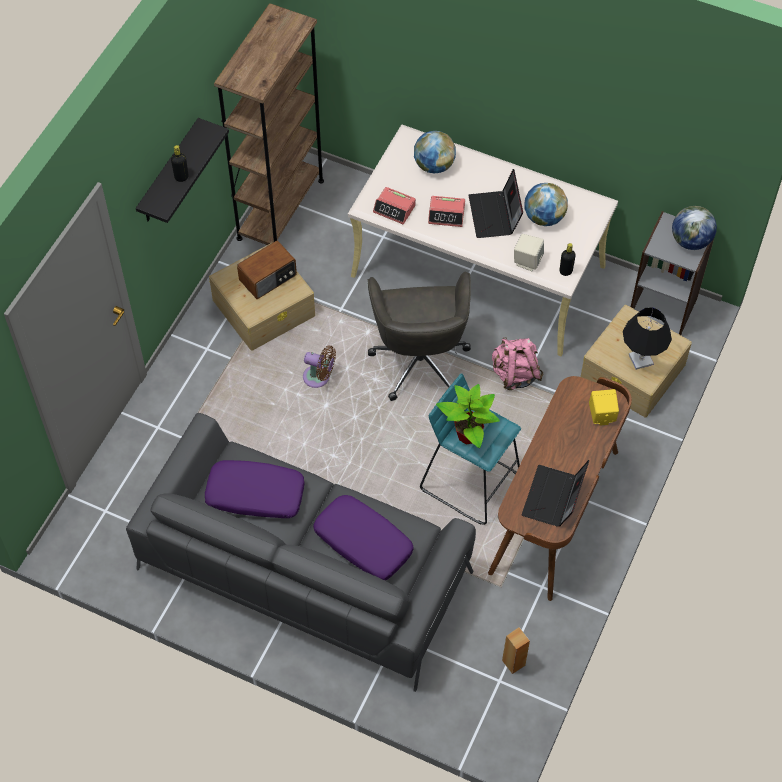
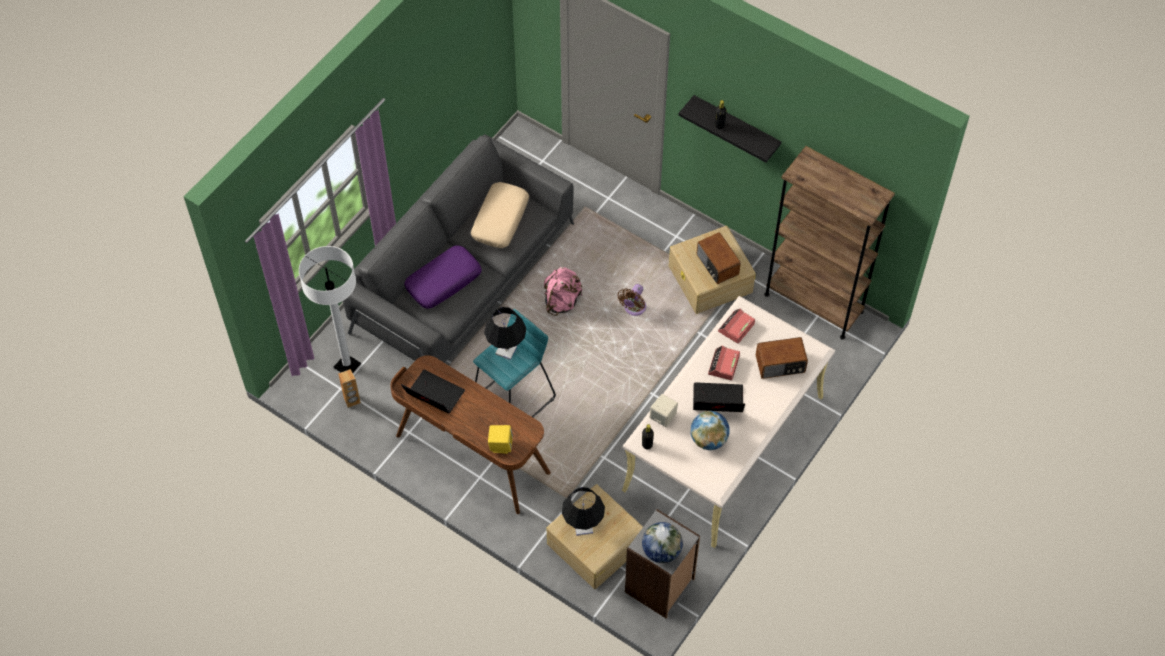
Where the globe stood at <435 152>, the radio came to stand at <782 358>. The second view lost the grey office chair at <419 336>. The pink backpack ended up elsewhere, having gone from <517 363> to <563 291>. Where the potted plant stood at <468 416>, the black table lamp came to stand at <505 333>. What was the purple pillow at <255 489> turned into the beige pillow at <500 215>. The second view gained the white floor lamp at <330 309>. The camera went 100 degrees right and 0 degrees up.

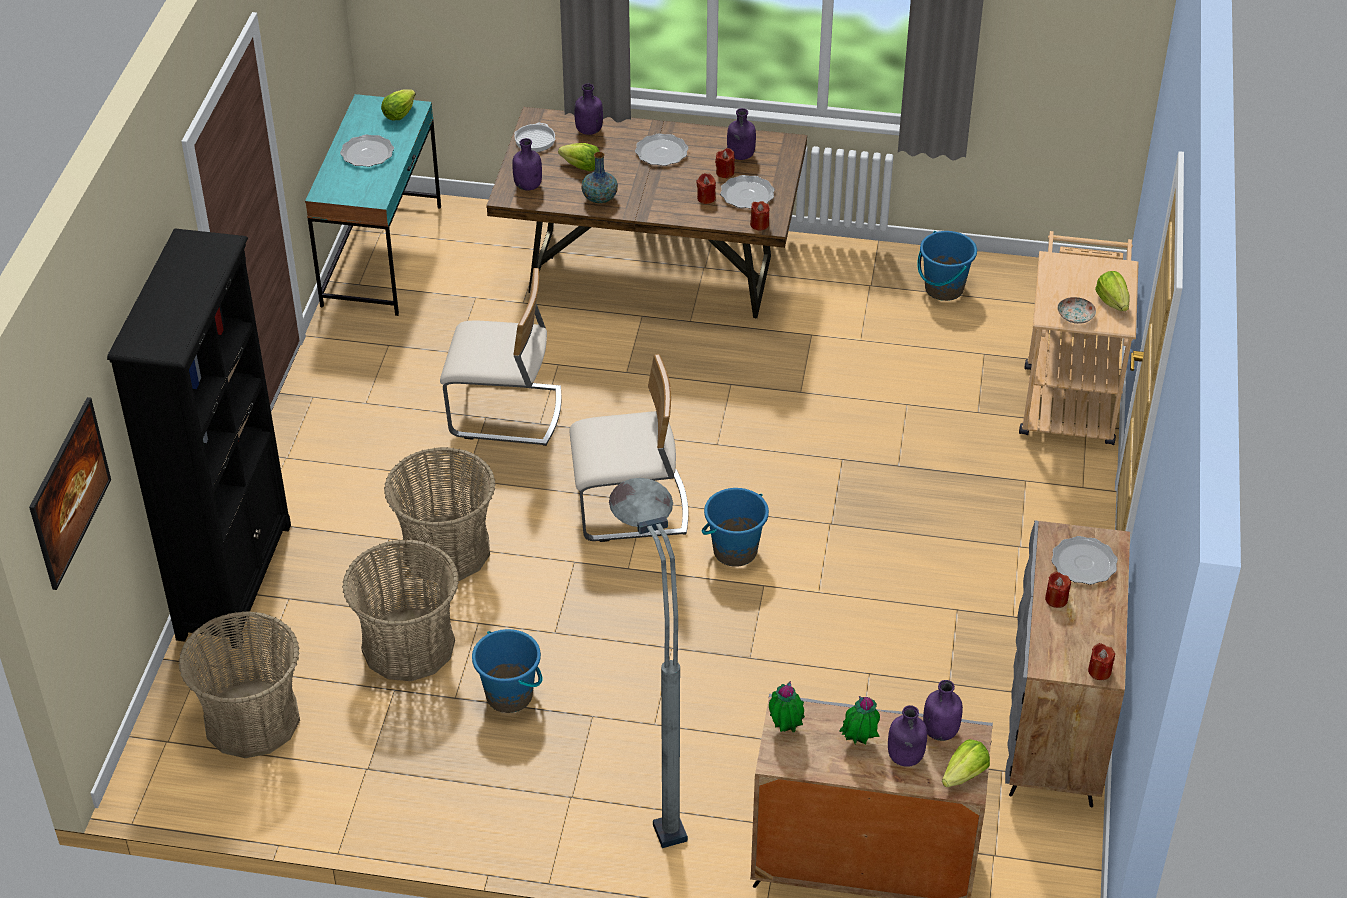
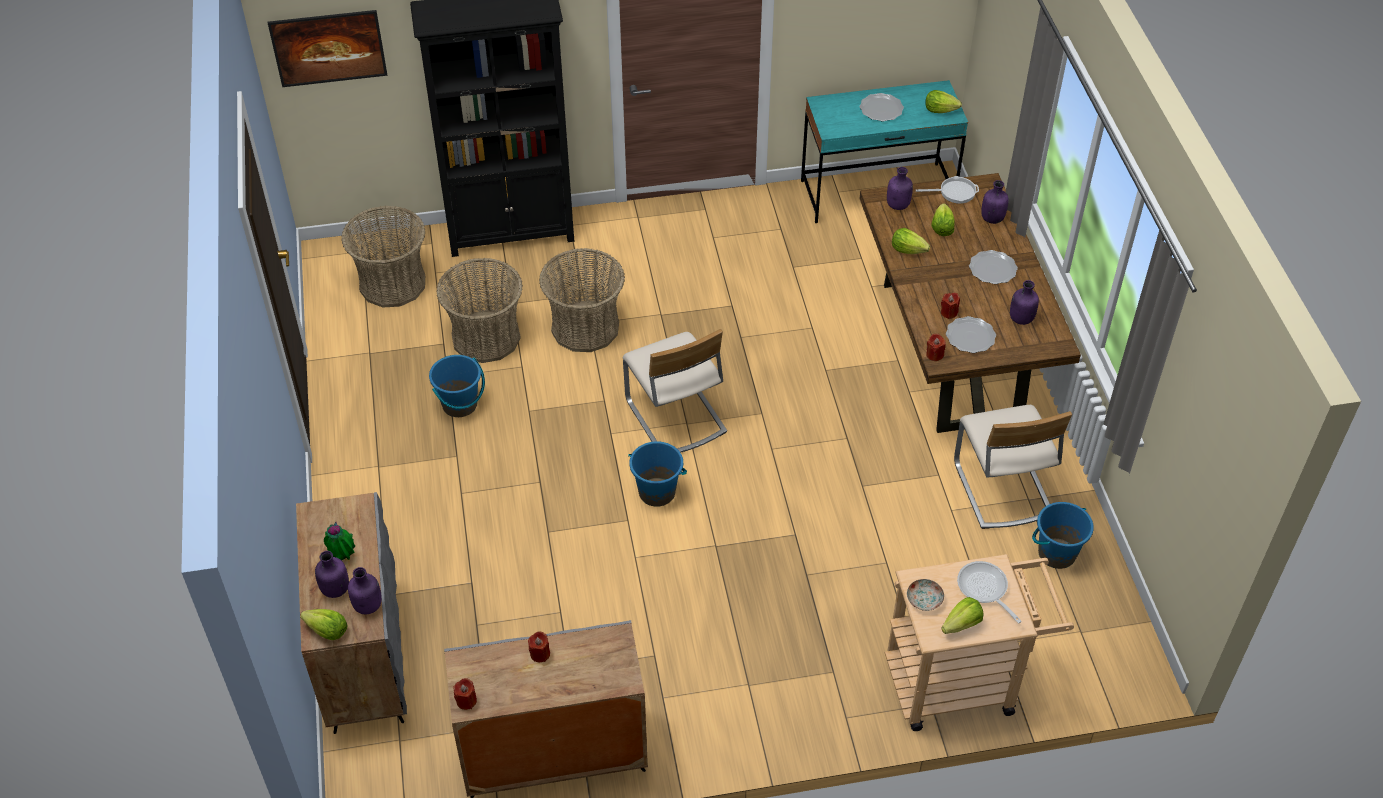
The second view lost the red candle at <725 163>. Where the vase stood at <599 178>, the lettuce came to stand at <911 241>. The beige chair ended up elsewhere, having gone from <500 357> to <1013 467>. The second view lost the grey floor lamp at <648 663>. The second view lost the plate at <1085 560>. The second view lost the potted plant at <787 706>. The second view gained the frying pan at <989 592>. The camera went 70 degrees right and 5 degrees up.

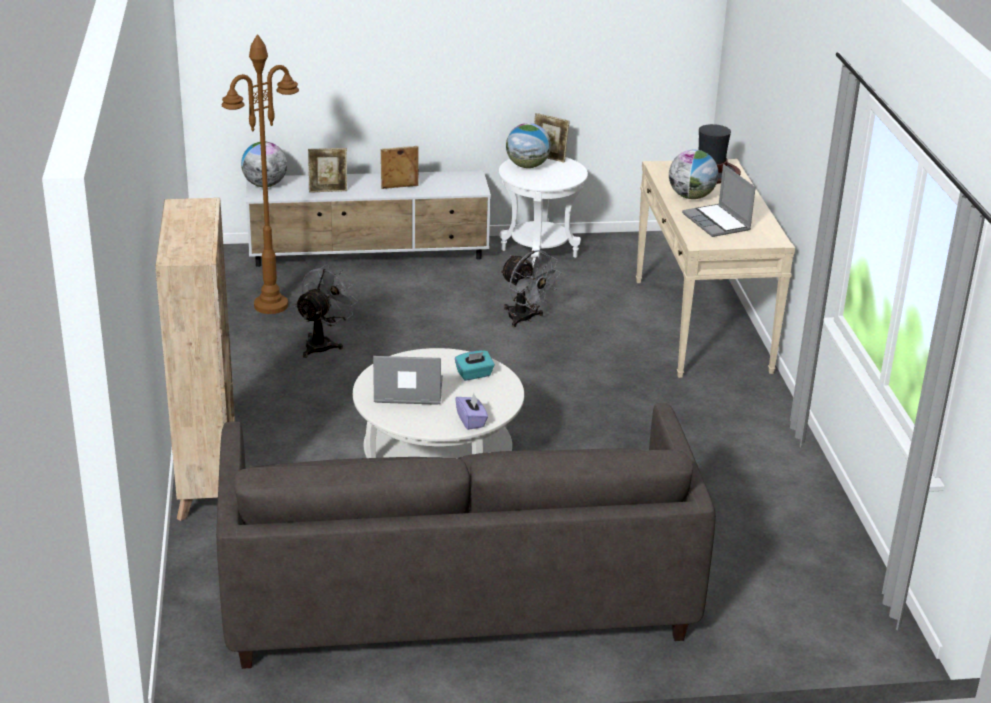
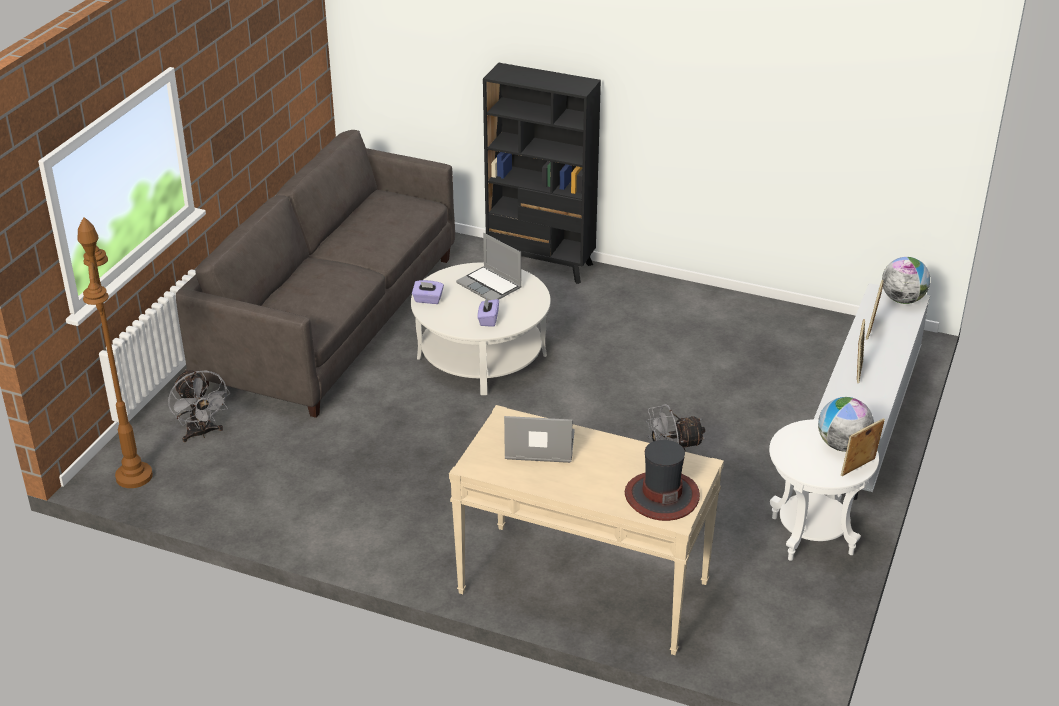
The brown floor lamp ended up elsewhere, having gone from <260 174> to <115 352>. The second view lost the globe at <694 174>. What was the beige bookcase at <195 359> turned into the black bookcase at <542 173>. The grey fan ended up elsewhere, having gone from <326 311> to <199 405>. What was the turquoise tissue box at <475 365> turned into the purple tissue box at <488 312>. The laptop at <408 380> ended up facing another way, 105 degrees clockwise from before. The camera went 120 degrees right and 5 degrees up.

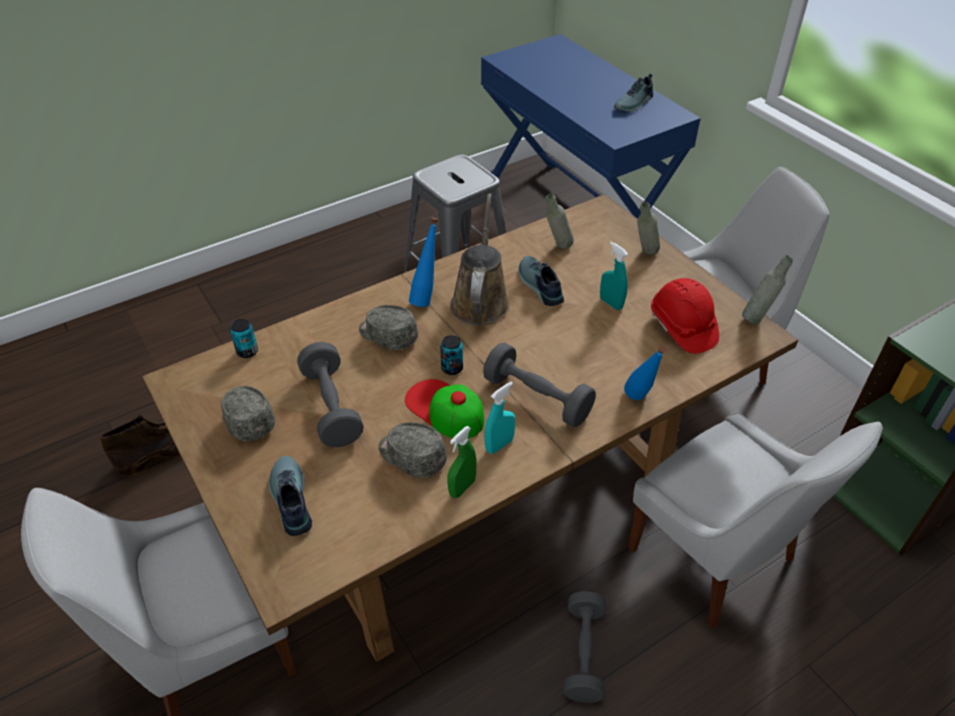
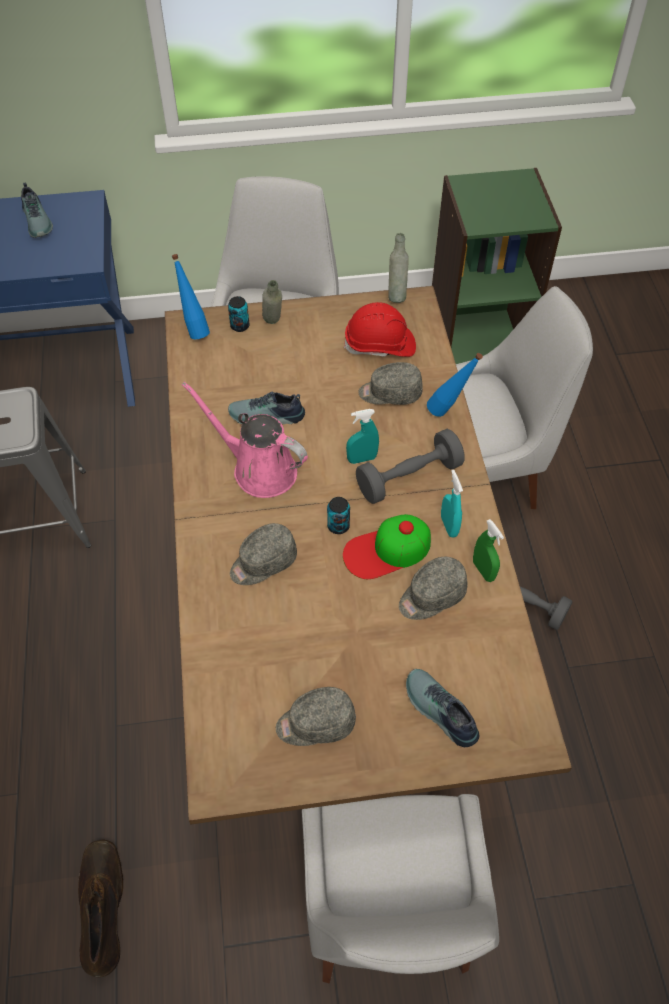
The second view lost the grey bottle at <560 221>. What was the brown watering can at <480 260> turned into the pink watering can at <245 439>. The blue bottle ended up elsewhere, having gone from <423 262> to <191 296>. The turquoise spray bottle ended up elsewhere, having gone from <614 276> to <362 436>. The can ended up elsewhere, having gone from <244 338> to <238 314>. The second view lost the grey dumbbell at <330 394>. The shoe at <290 496> ended up facing another way, 45 degrees clockwise from before. The second view gained the grey cap at <390 383>. The camera went 65 degrees left and 10 degrees up.

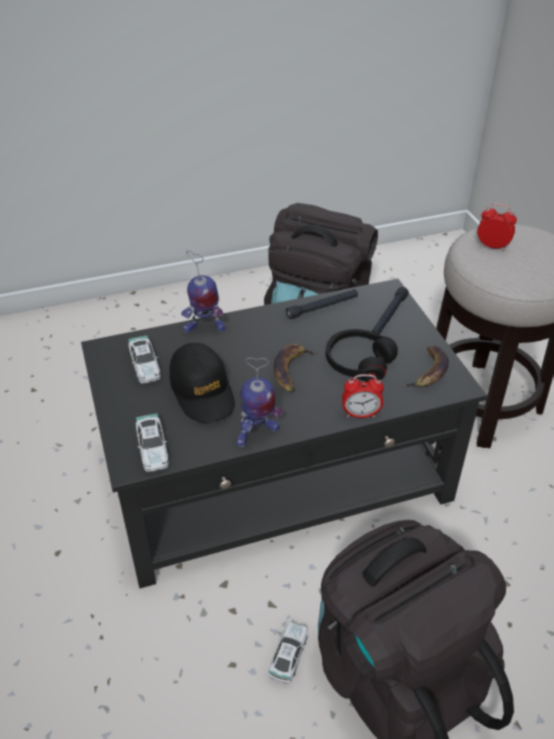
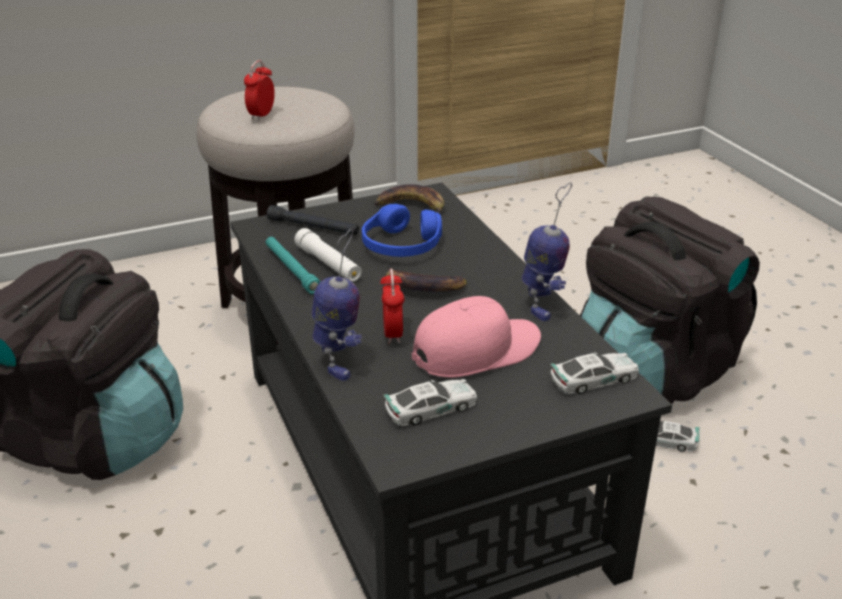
What was the black flashlight at <322 304> turned into the turquoise flashlight at <293 265>. What was the black headphones at <362 355> turned into the blue headphones at <402 230>. What was the black cap at <202 382> turned into the pink cap at <476 337>. The toy robot at <259 402> ended up facing another way, 45 degrees clockwise from before. The alarm clock ended up elsewhere, having gone from <363 396> to <392 306>. The second view gained the white flashlight at <328 255>. The camera went 95 degrees left and 10 degrees down.

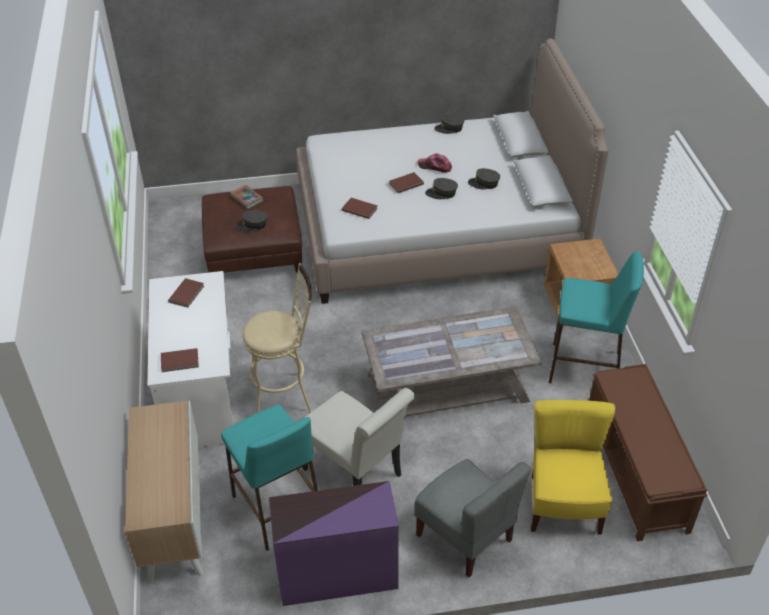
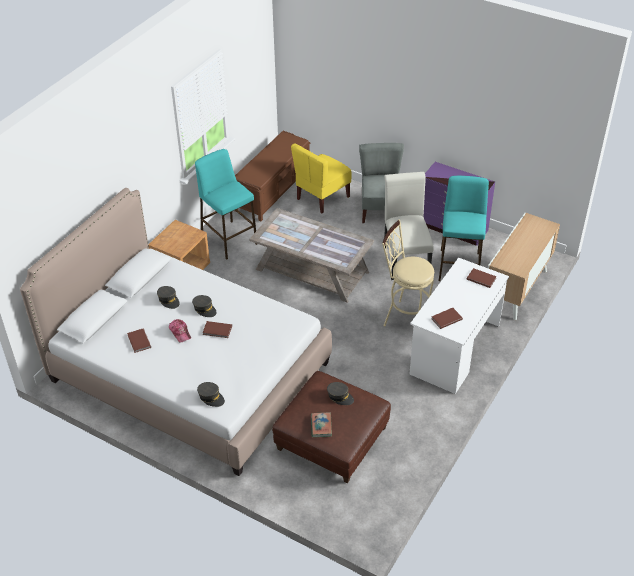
The grey cap ended up elsewhere, having gone from <449 124> to <211 394>. The brown book ended up elsewhere, having gone from <360 208> to <139 340>. The camera went 140 degrees left and 0 degrees up.

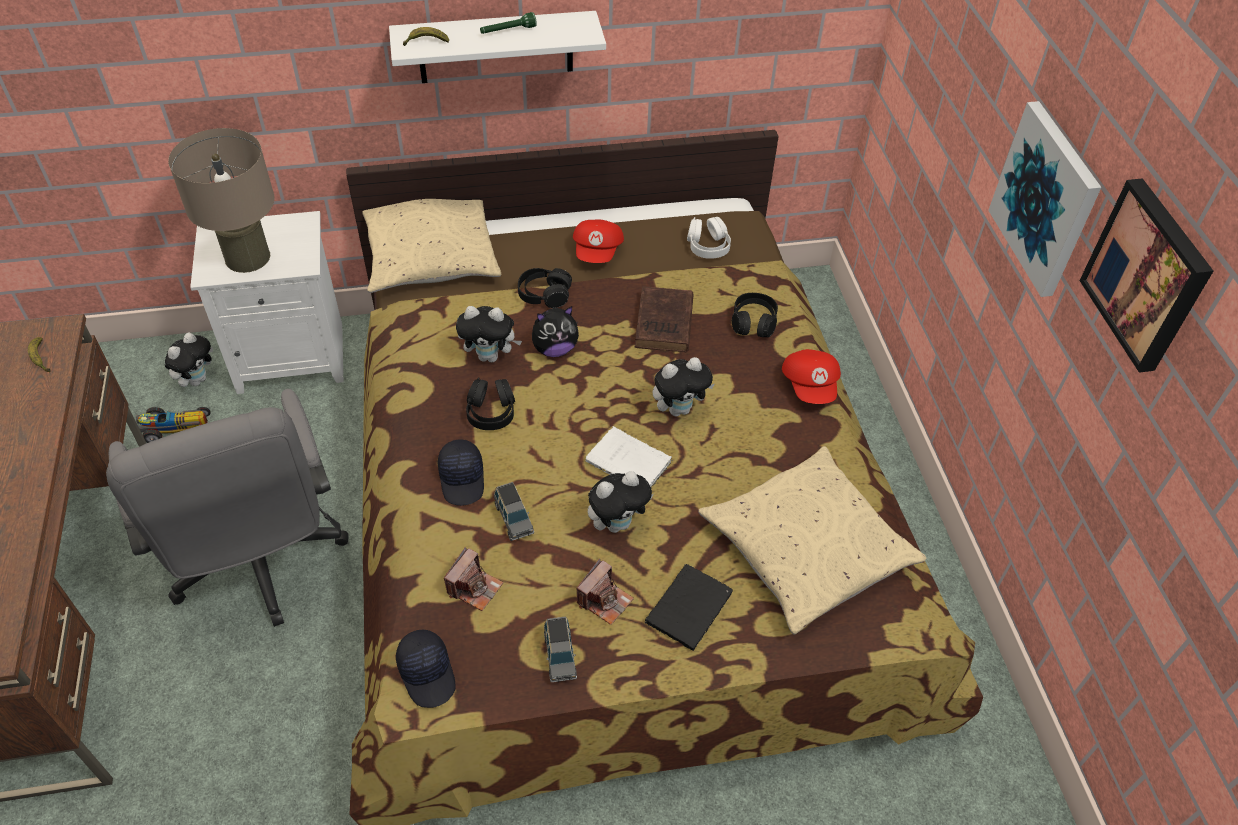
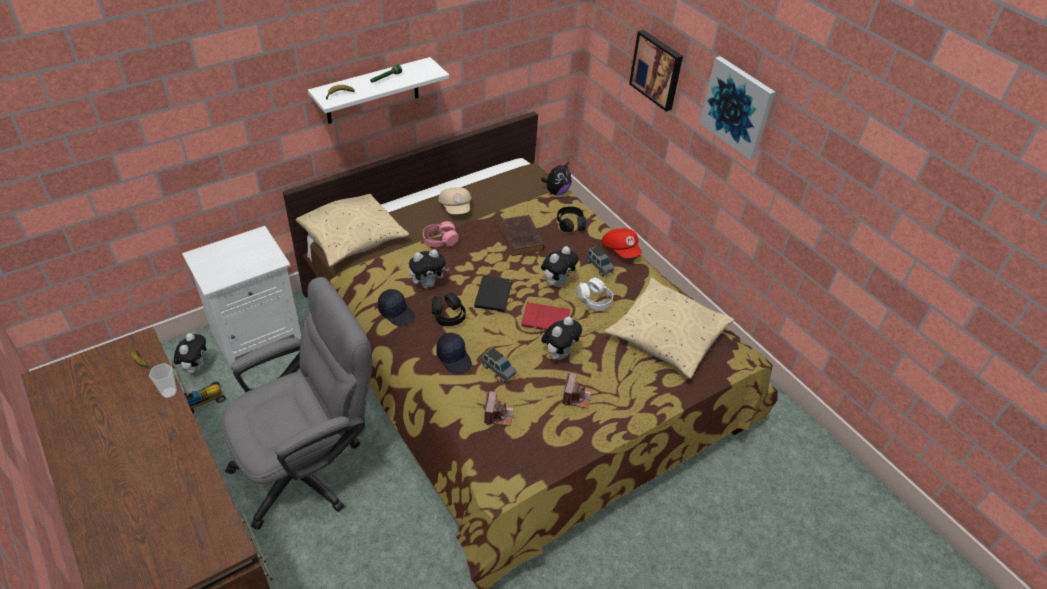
The second view lost the beige table lamp at <221 200>. The picture ended up elsewhere, having gone from <1146 275> to <656 71>. The white headphones ended up elsewhere, having gone from <709 238> to <595 294>. What was the red cap at <598 241> turned into the beige cap at <454 200>. What was the black headphones at <545 288> turned into the pink headphones at <441 234>. The plush toy ended up elsewhere, having gone from <555 331> to <556 178>. The grey office chair at <227 508> ended up facing another way, 75 degrees counterclockwise from before. What was the white book at <629 457> turned into the red book at <546 316>. The black book ended up elsewhere, having gone from <689 607> to <493 293>. The grey toy car ended up elsewhere, having gone from <560 649> to <600 261>. The black cap ended up elsewhere, having gone from <426 668> to <396 307>. The second view gained the cup at <163 381>. The camera went 25 degrees left and 5 degrees down.

